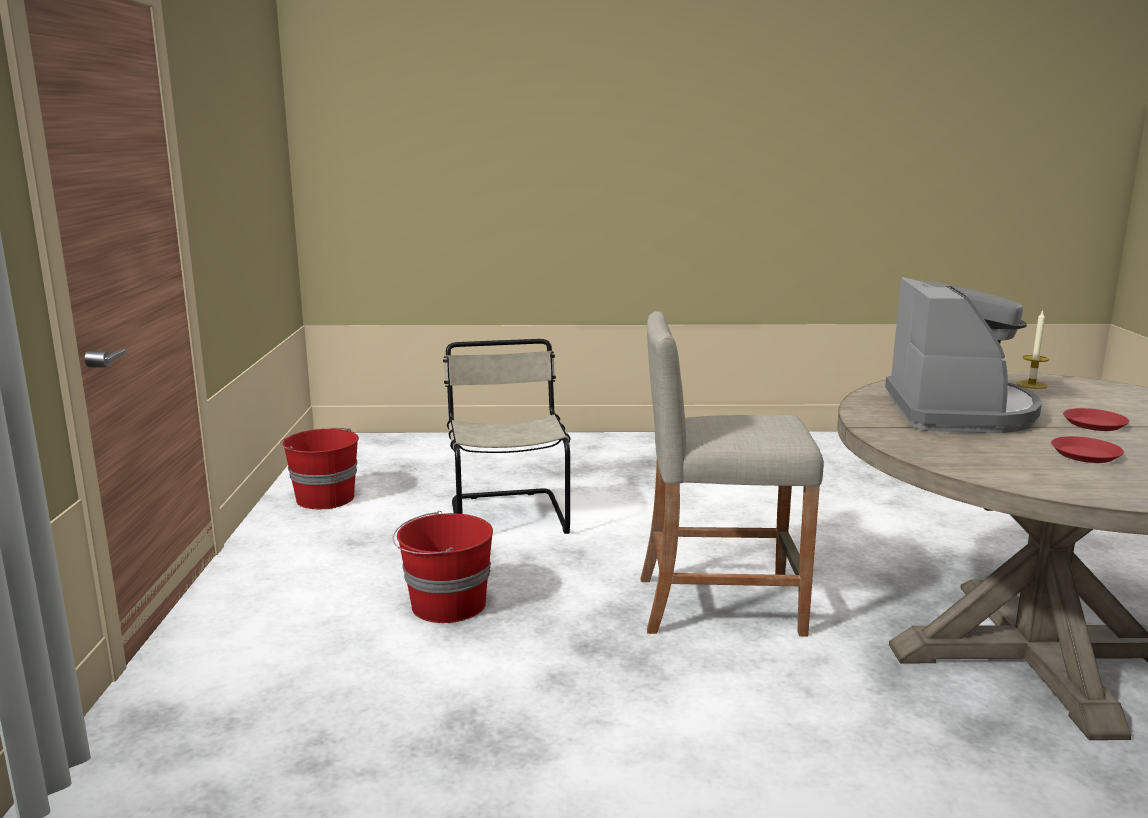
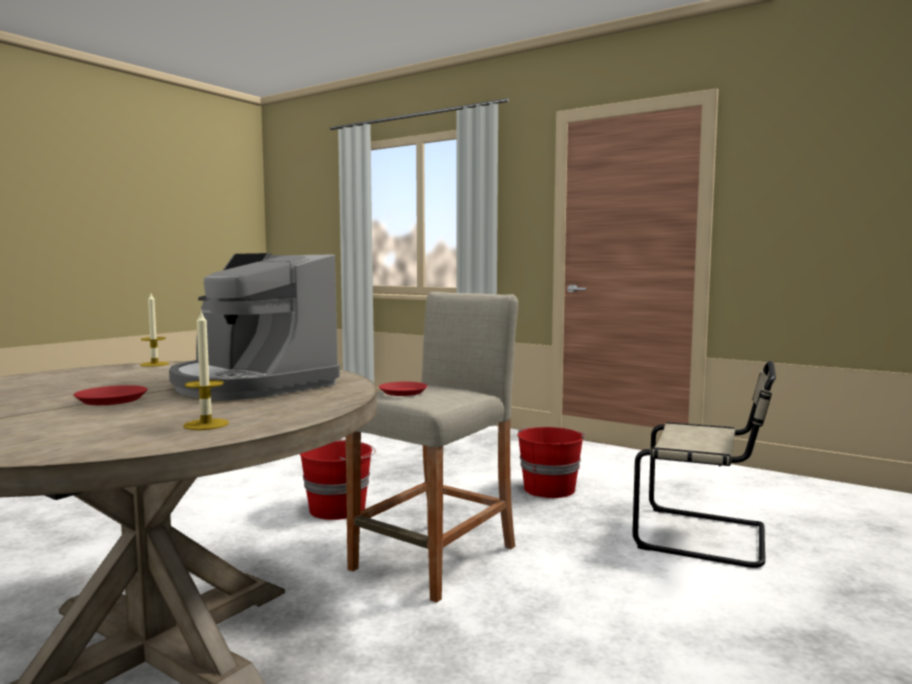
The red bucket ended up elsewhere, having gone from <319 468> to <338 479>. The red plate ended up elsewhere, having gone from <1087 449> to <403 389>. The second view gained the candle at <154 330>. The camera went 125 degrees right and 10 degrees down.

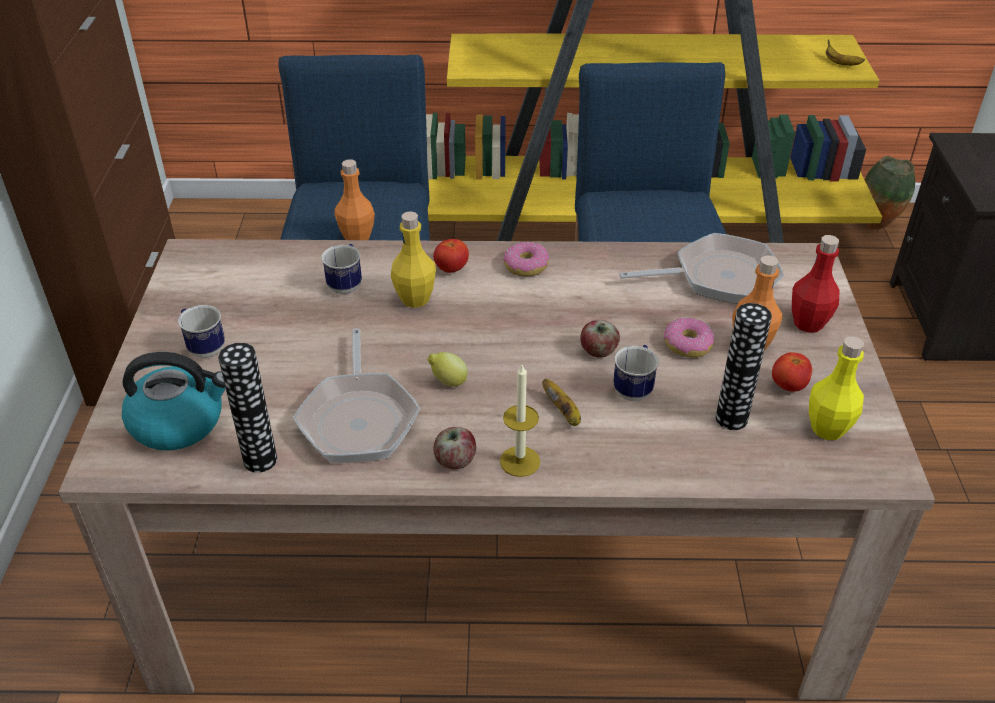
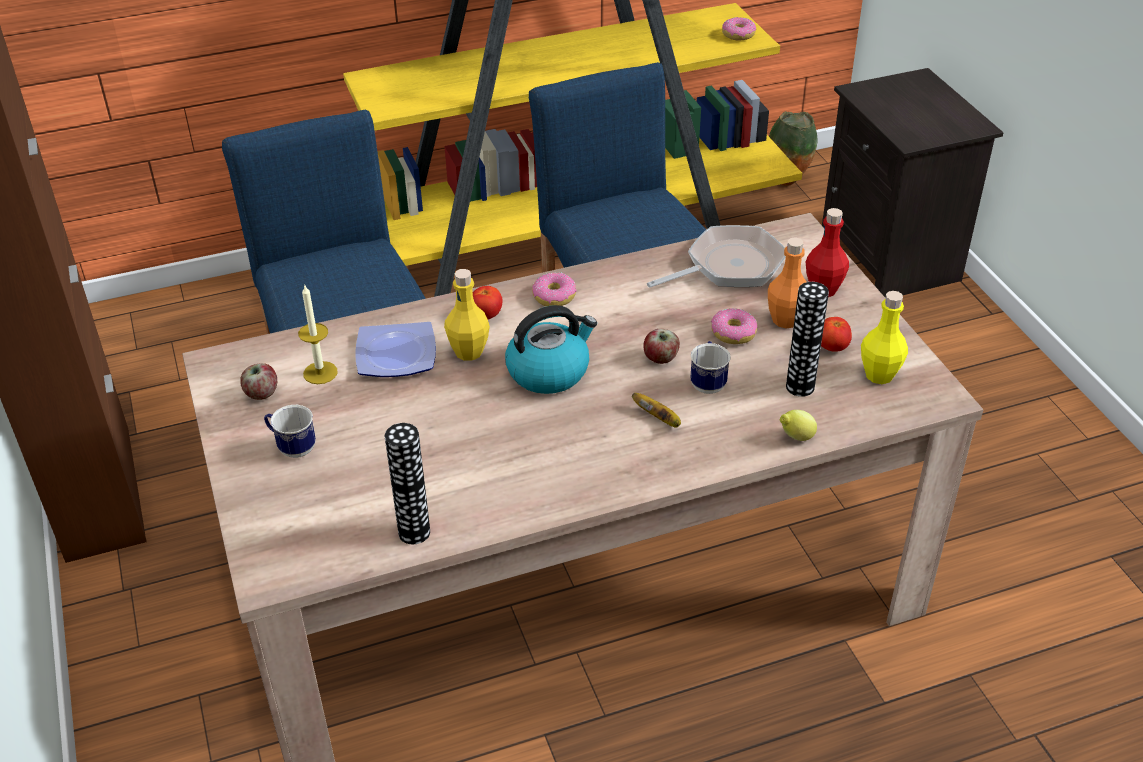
Where the banana stood at <845 52>, the donut came to stand at <739 28>. The second view lost the orange bottle at <354 200>. Where the mug stood at <341 269>, the plate came to stand at <395 349>. The second view lost the frying pan at <356 395>. The kettle ended up elsewhere, having gone from <173 401> to <551 349>. The lemon ended up elsewhere, having gone from <448 369> to <798 425>. The candle ended up elsewhere, having gone from <520 420> to <318 335>. The apple ended up elsewhere, having gone from <454 448> to <258 381>. The camera went 20 degrees left and 0 degrees up.

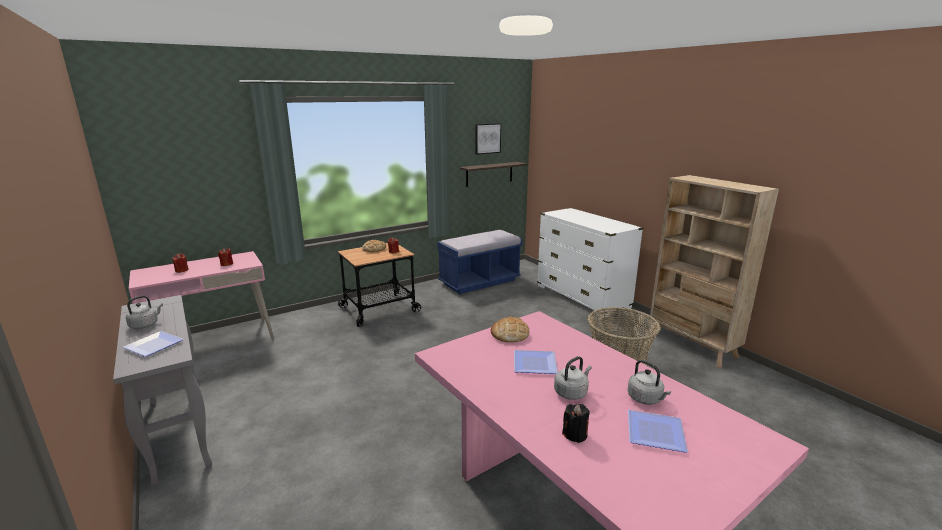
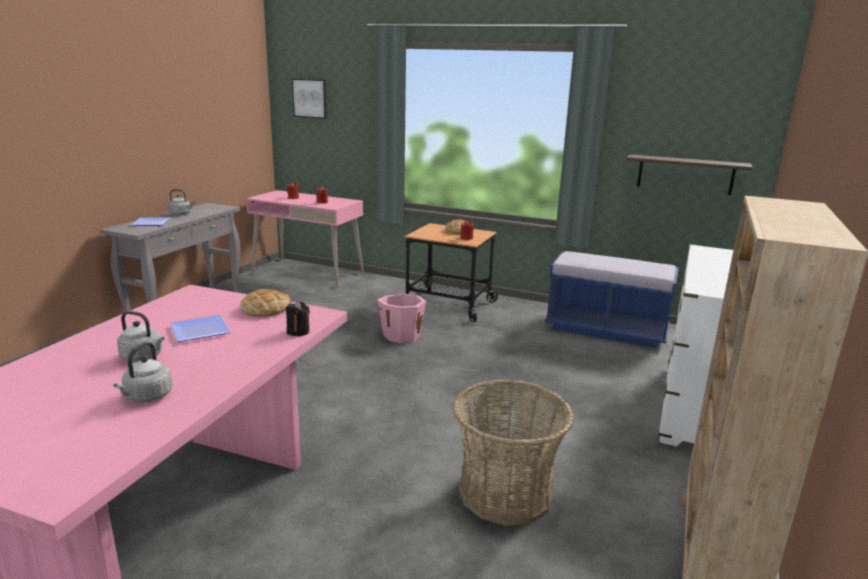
The picture ended up elsewhere, having gone from <488 139> to <309 99>. The black candle ended up elsewhere, having gone from <576 423> to <298 318>. The second view lost the plate at <658 431>. The second view gained the pink bucket at <400 318>. The camera went 55 degrees right and 0 degrees up.

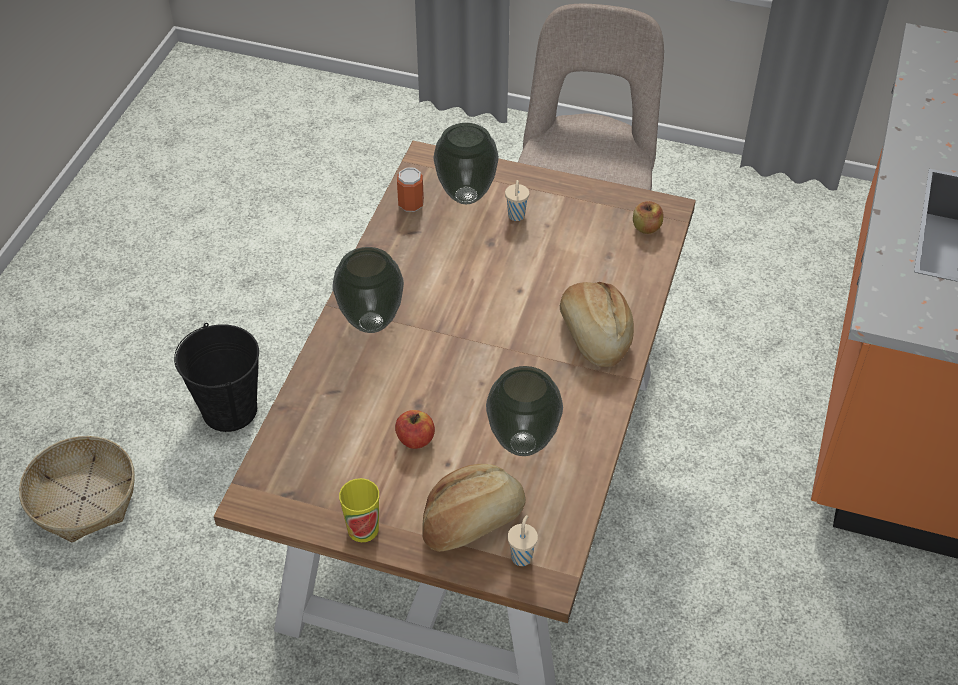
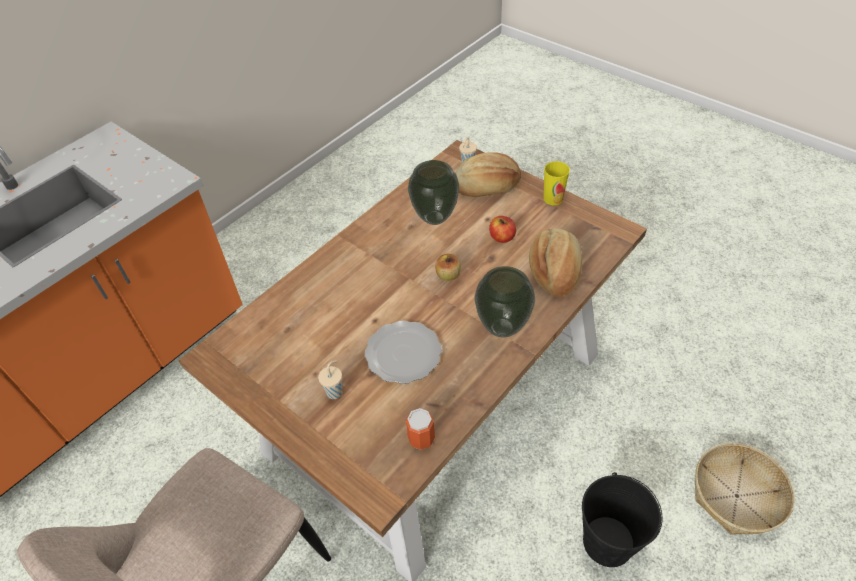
The second view lost the vase at <466 163>. The apple ended up elsewhere, having gone from <648 217> to <448 267>. The bread ended up elsewhere, having gone from <597 324> to <555 263>. The second view gained the plate at <403 352>. The camera went 155 degrees left and 0 degrees up.

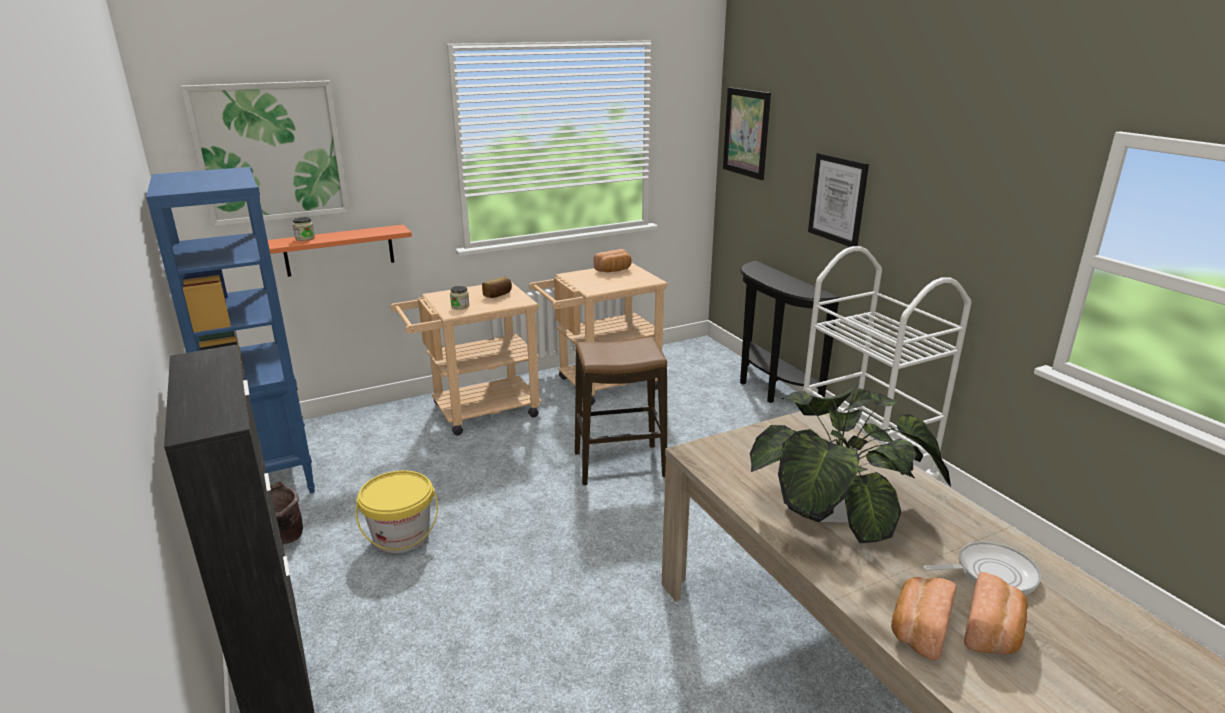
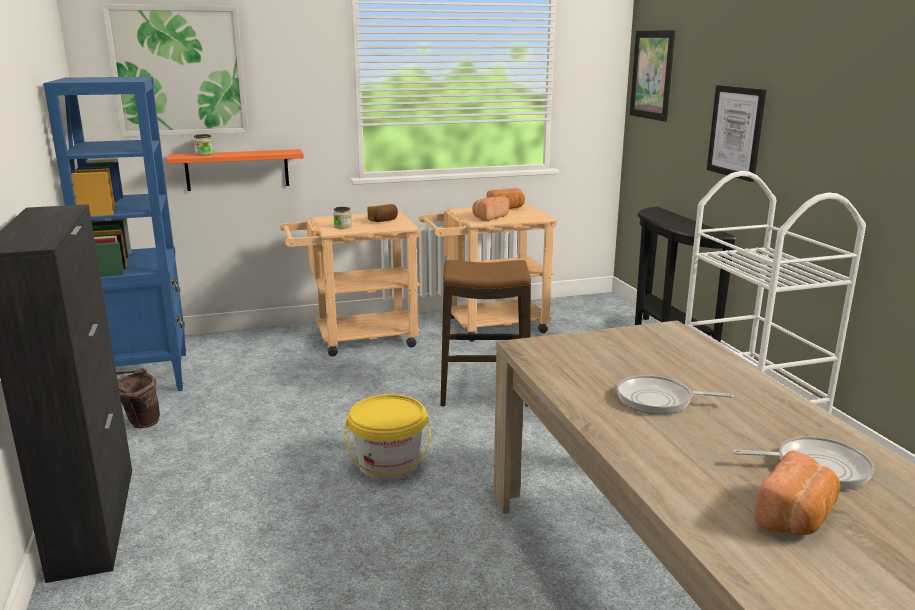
Where the potted plant stood at <850 463>, the frying pan came to stand at <675 394>. The yellow bucket ended up elsewhere, having gone from <397 511> to <387 437>. The bread ended up elsewhere, having gone from <923 618> to <491 208>. The camera went 10 degrees right and 5 degrees down.

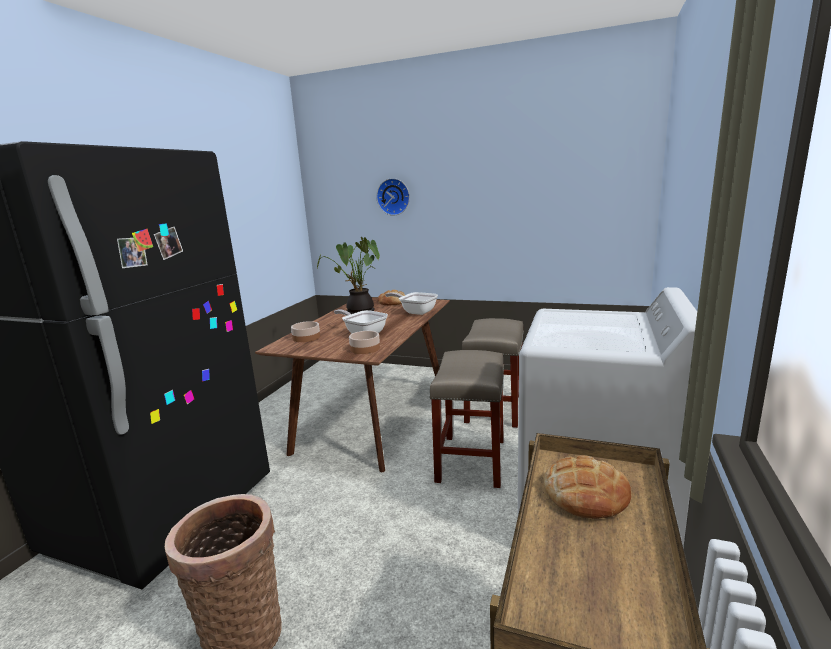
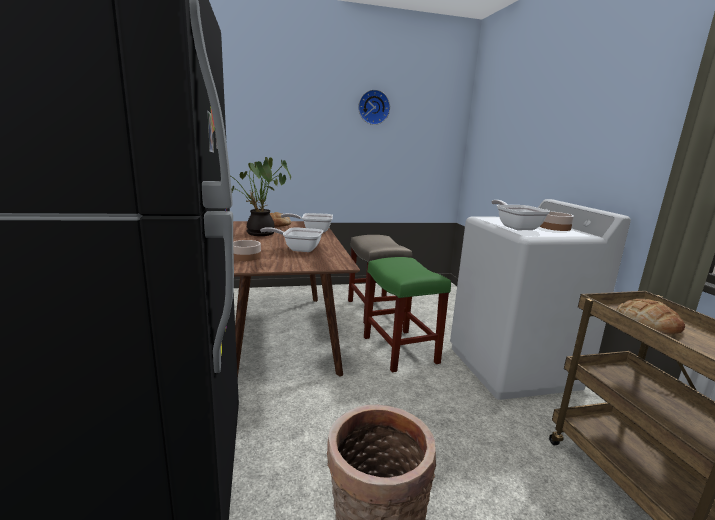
The wall clock ended up elsewhere, having gone from <393 197> to <374 107>. The bowl ended up elsewhere, having gone from <364 342> to <557 221>. What was the beige stool at <467 419> turned into the green stool at <407 314>. The second view gained the frying pan at <520 215>. The camera went 35 degrees left and 0 degrees up.

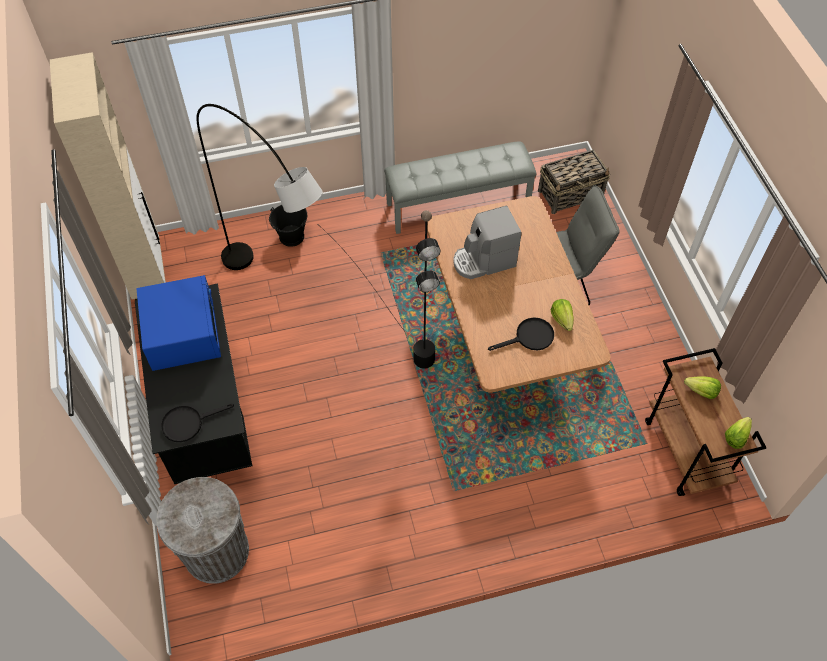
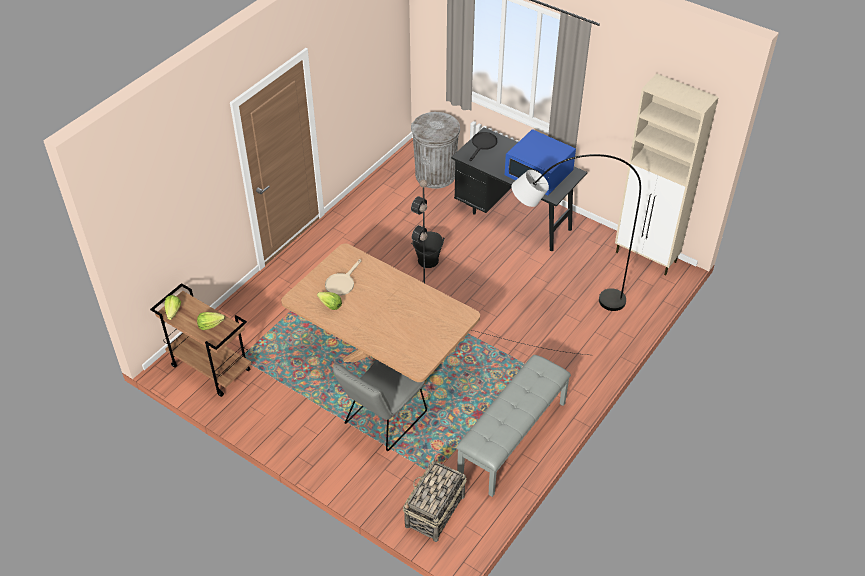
The black bucket ended up elsewhere, having gone from <288 226> to <428 249>. The second view lost the coffee machine at <487 242>. What was the black frying pan at <521 334> turned into the beige frying pan at <343 277>. The camera went 140 degrees right and 10 degrees down.

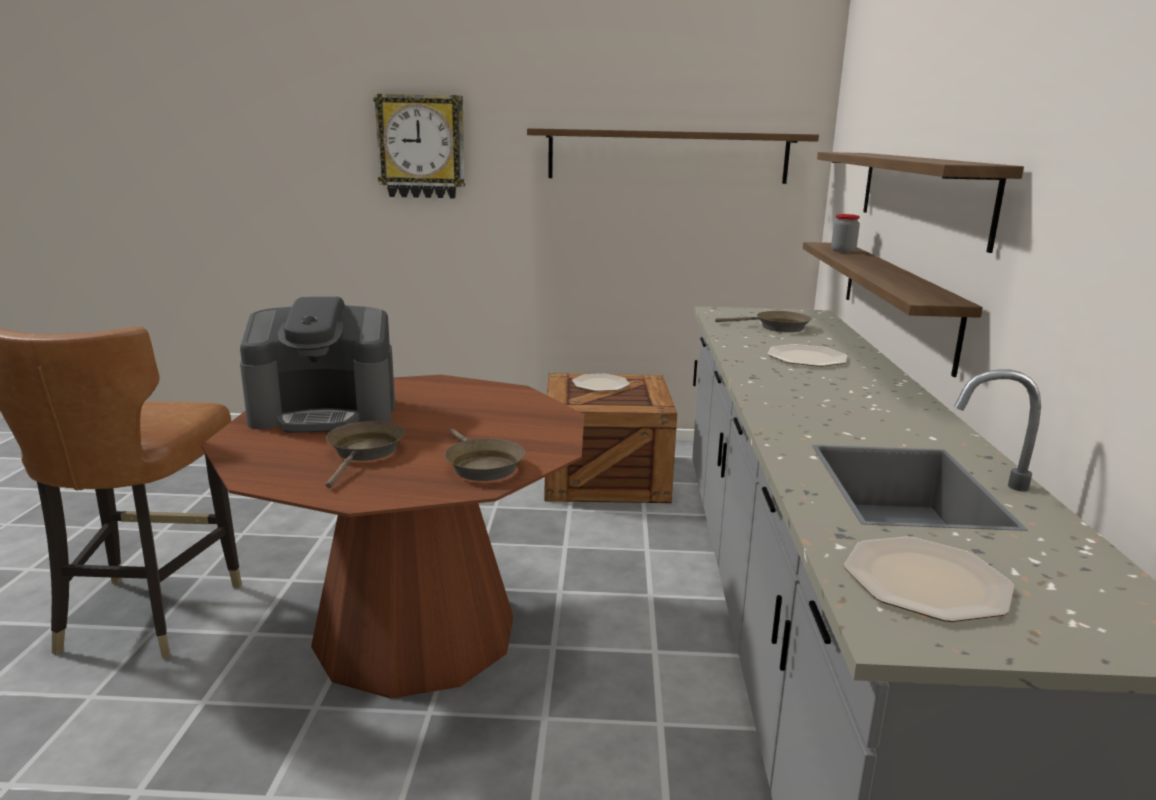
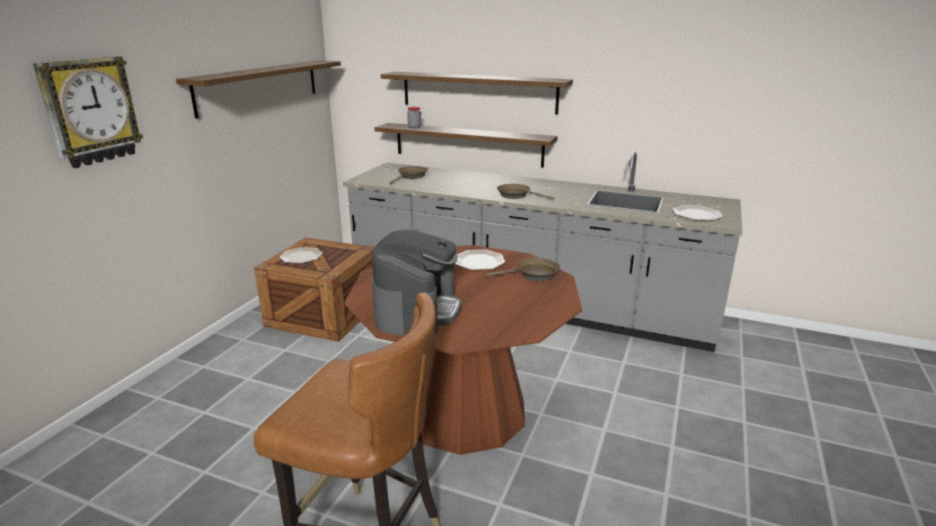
The plate ended up elsewhere, having gone from <807 355> to <480 259>. The brown frying pan ended up elsewhere, having gone from <365 454> to <525 192>. The camera went 70 degrees left and 5 degrees up.

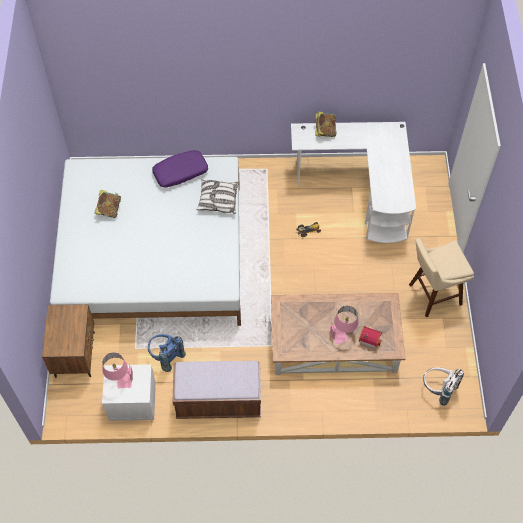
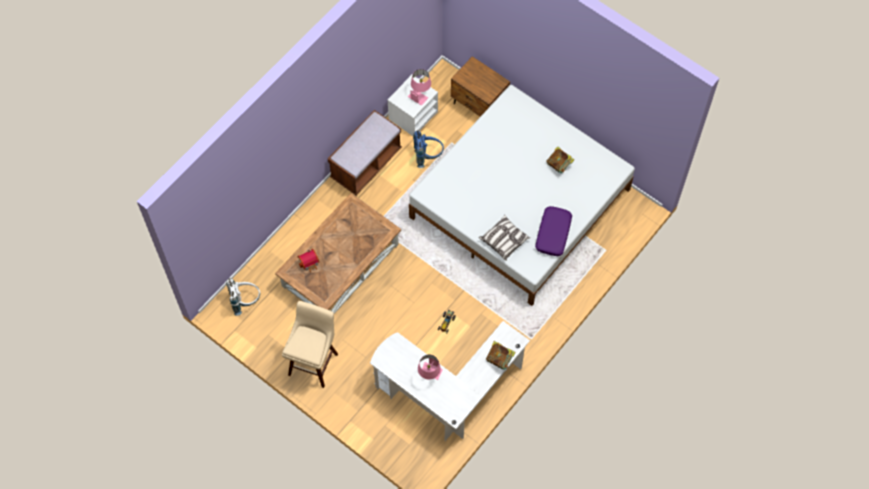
The pink table lamp ended up elsewhere, having gone from <344 325> to <430 367>. The camera went 130 degrees right and 5 degrees up.

